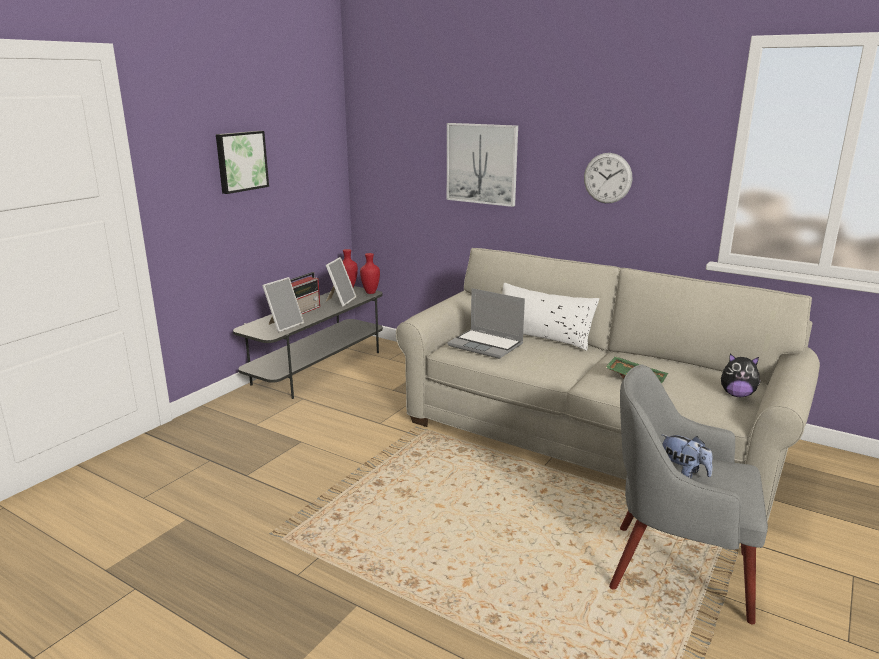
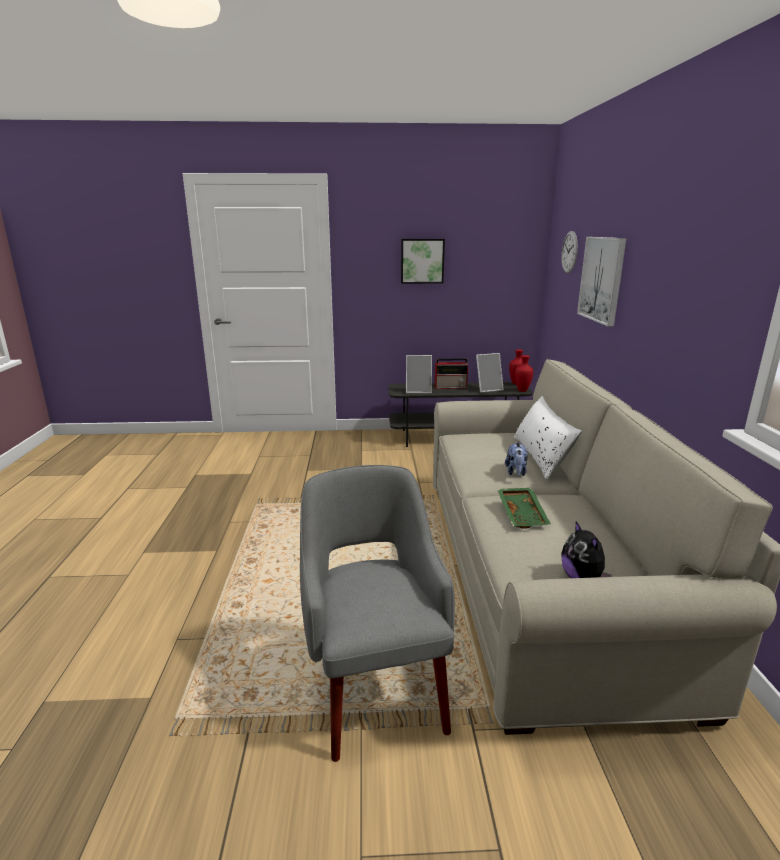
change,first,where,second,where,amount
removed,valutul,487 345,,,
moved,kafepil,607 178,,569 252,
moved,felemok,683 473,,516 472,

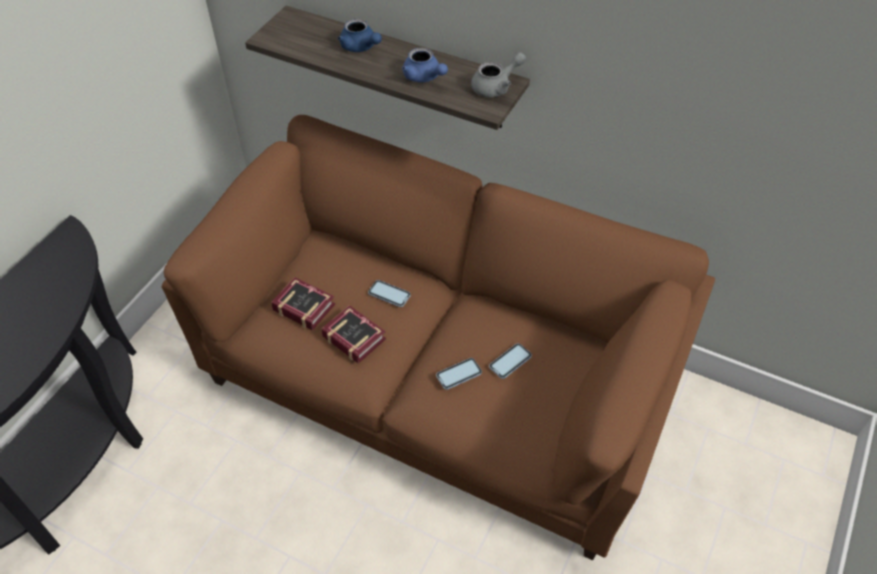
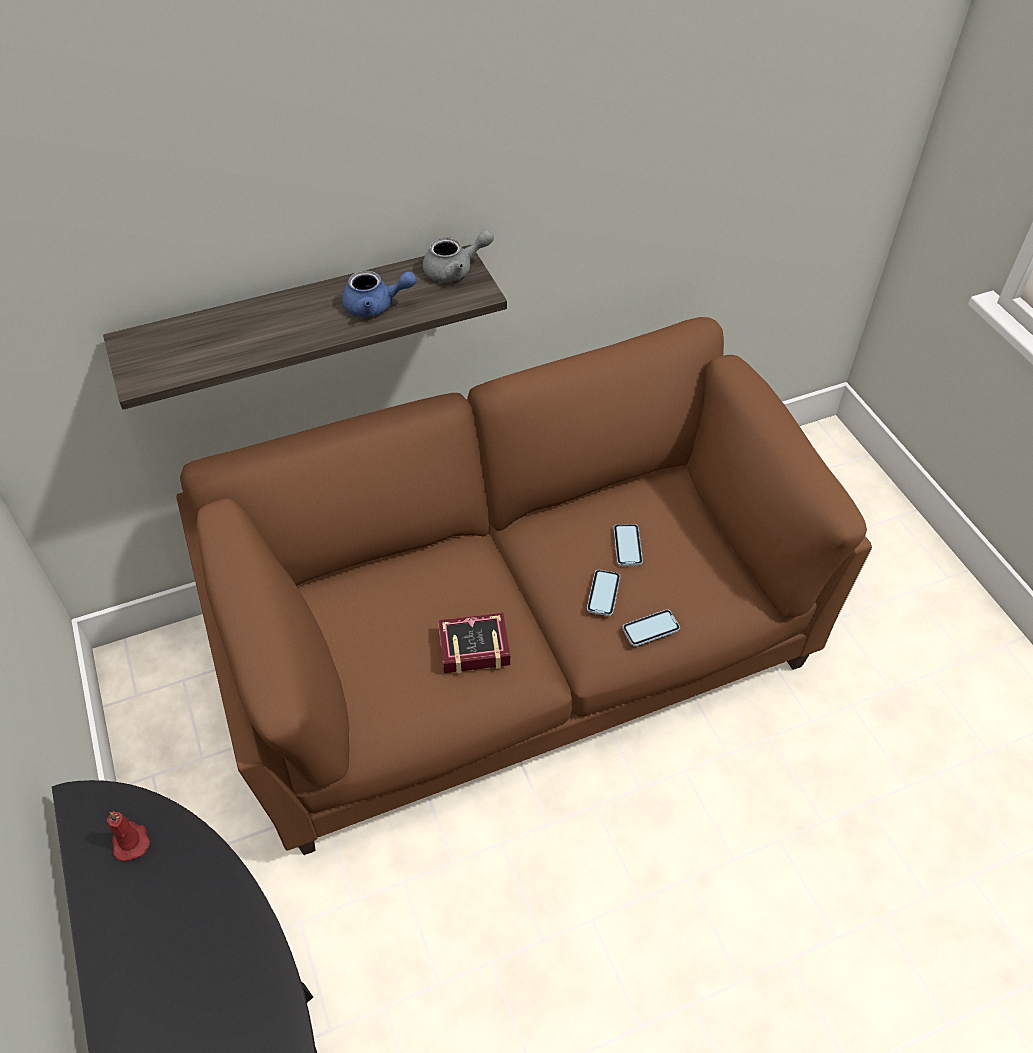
change,first,where,second,where,amount
removed,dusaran,303 305,,,
removed,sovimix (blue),360 47,,,
moved,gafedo,389 294,,651 629,
turned,sovimix (grey),496 87,,455 270,60 degrees clockwise
added,,,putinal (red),130 840,

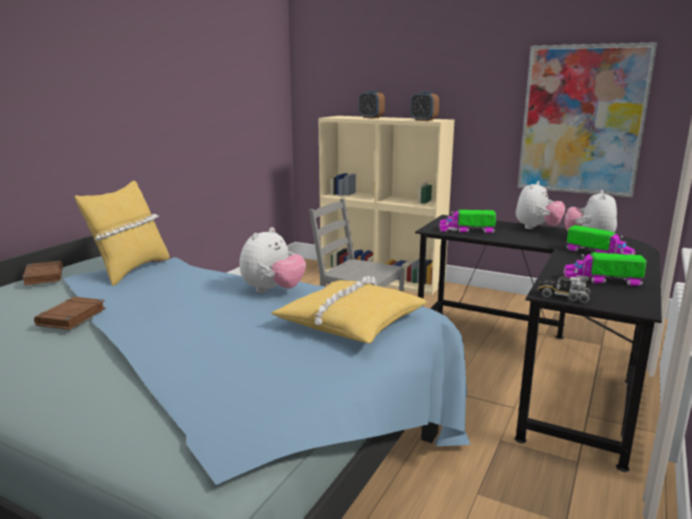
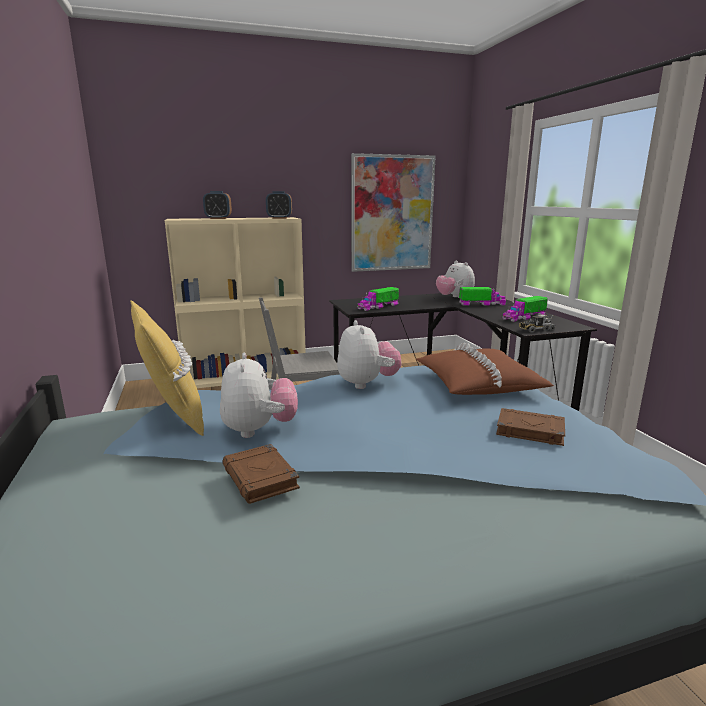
change,first,where,second,where,amount
moved,dusaran (brown),44 276,,529 431,
recoloured,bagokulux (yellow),350 322,bagokulux (brown),477 383,
moved,felemok,536 228,,259 430,

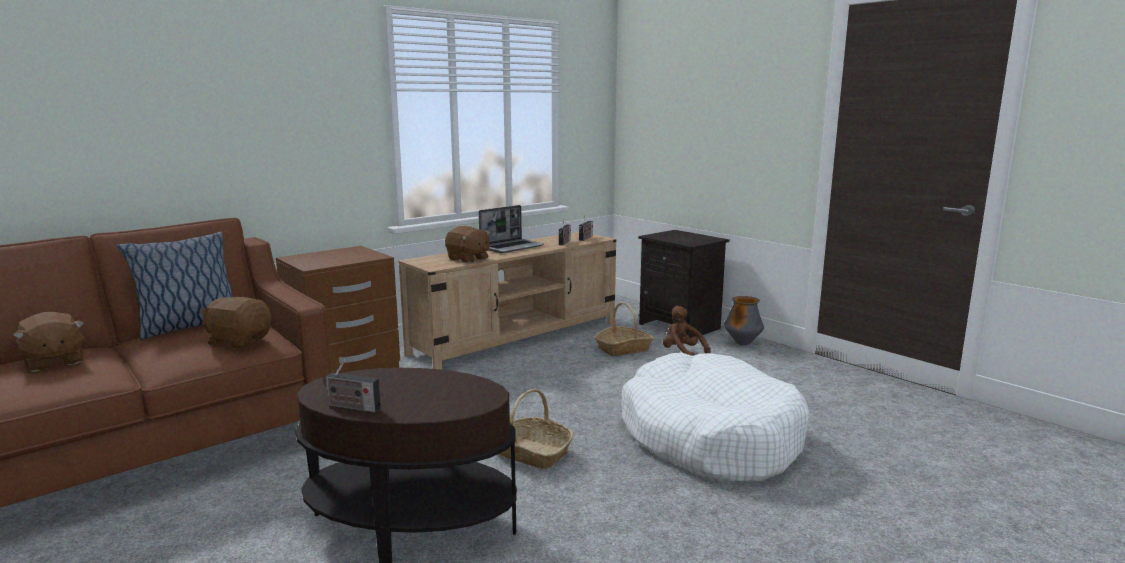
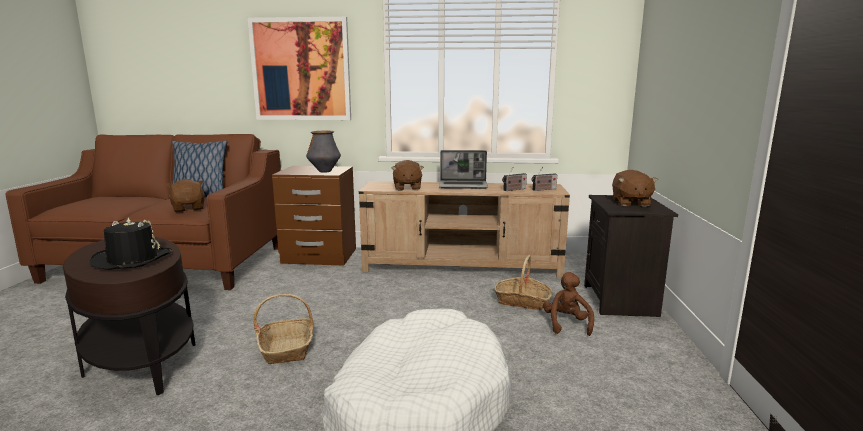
change,first,where,second,where,amount
moved,felemok (brown),53 362,,630 203,
removed,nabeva,351 407,,,
moved,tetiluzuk,742 343,,324 171,
added,,,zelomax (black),132 260,
added,,,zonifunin,301 69,

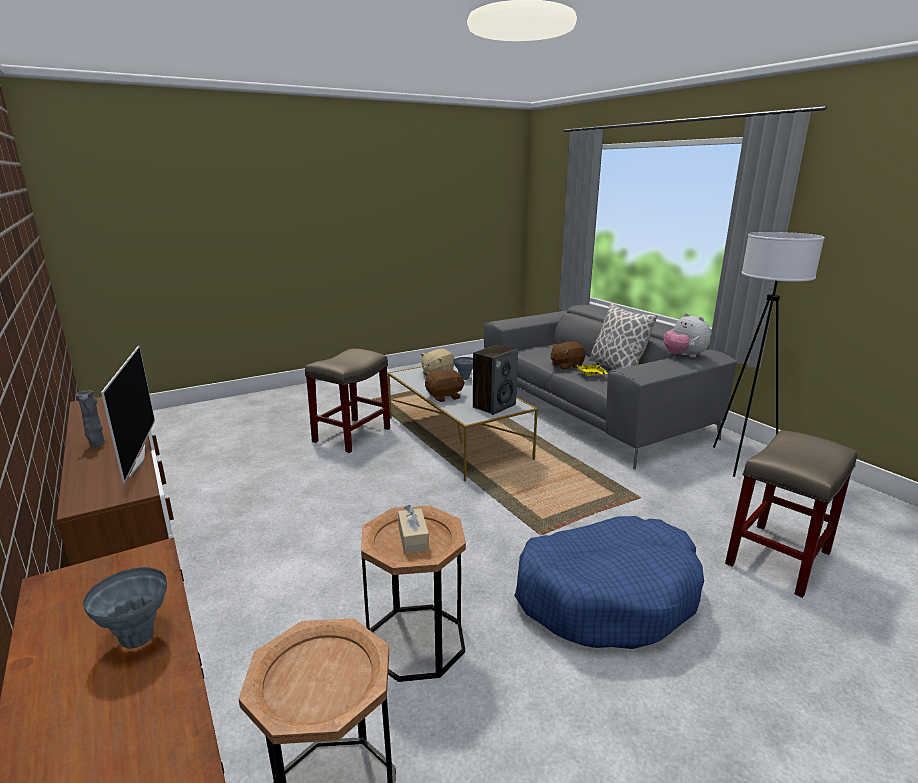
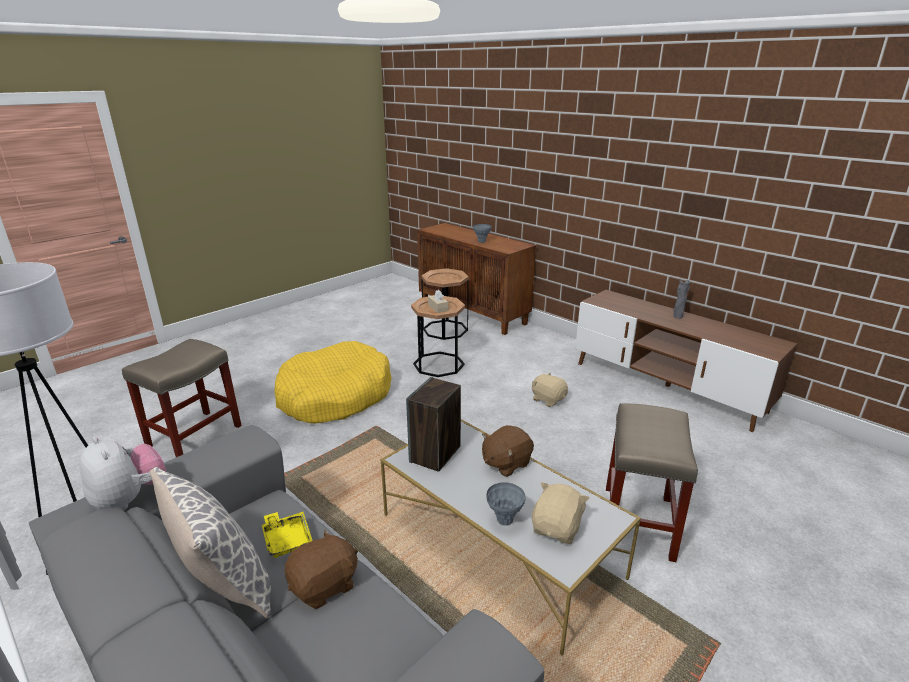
change,first,where,second,where,amount
removed,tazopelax,136 460,,,
recoloured,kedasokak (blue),607 595,kedasokak (yellow),335 396,
added,,,felemok (beige),548 399,

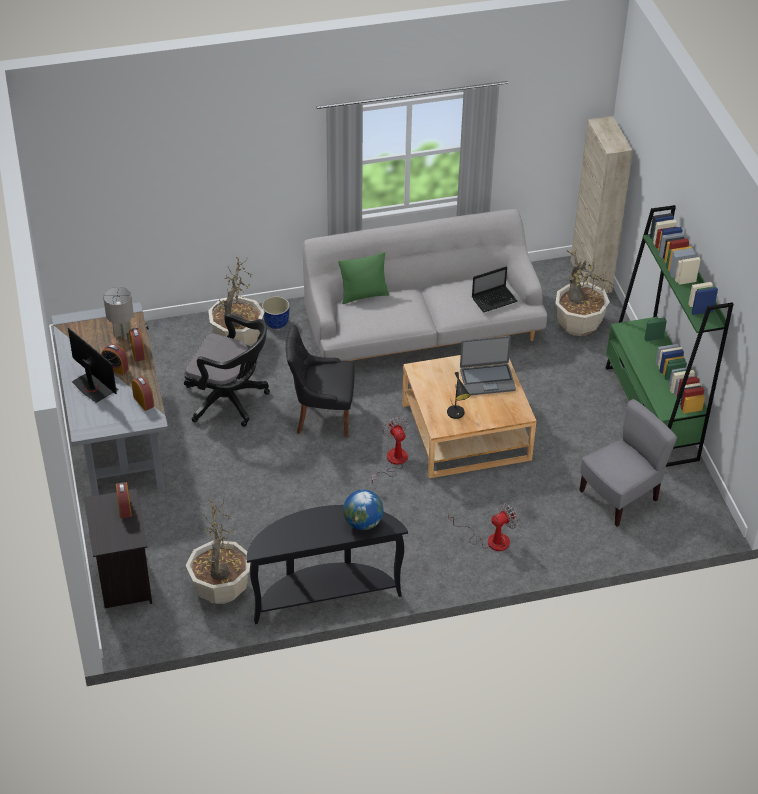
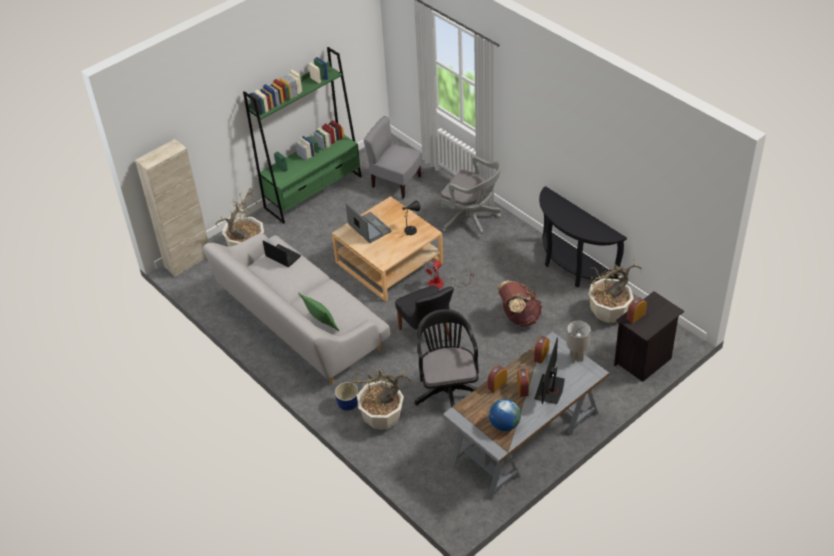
change,first,where,second,where,amount
moved,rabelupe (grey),122 333,,576 358,
moved,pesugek,363 523,,504 424,
replaced,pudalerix,490 540,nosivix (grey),471 219,
added,,,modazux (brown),519 317,

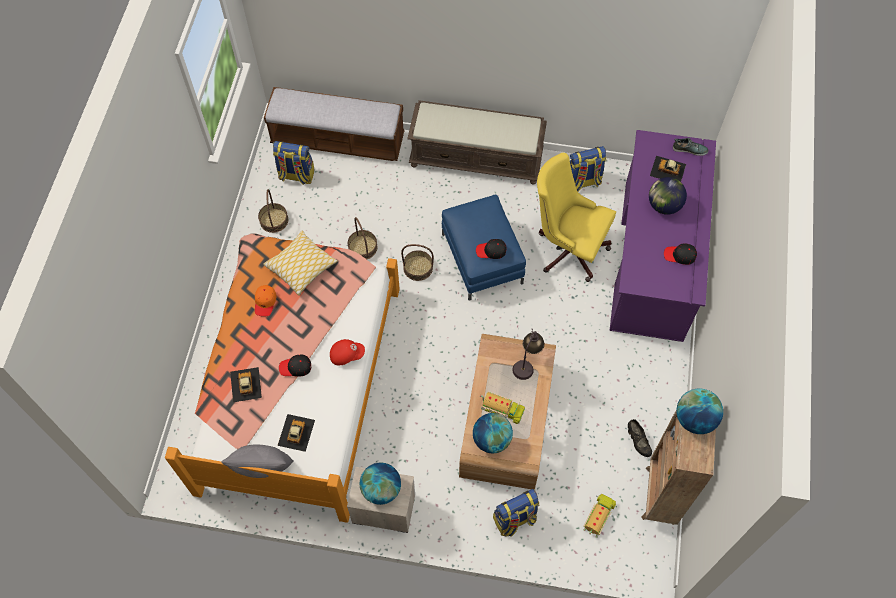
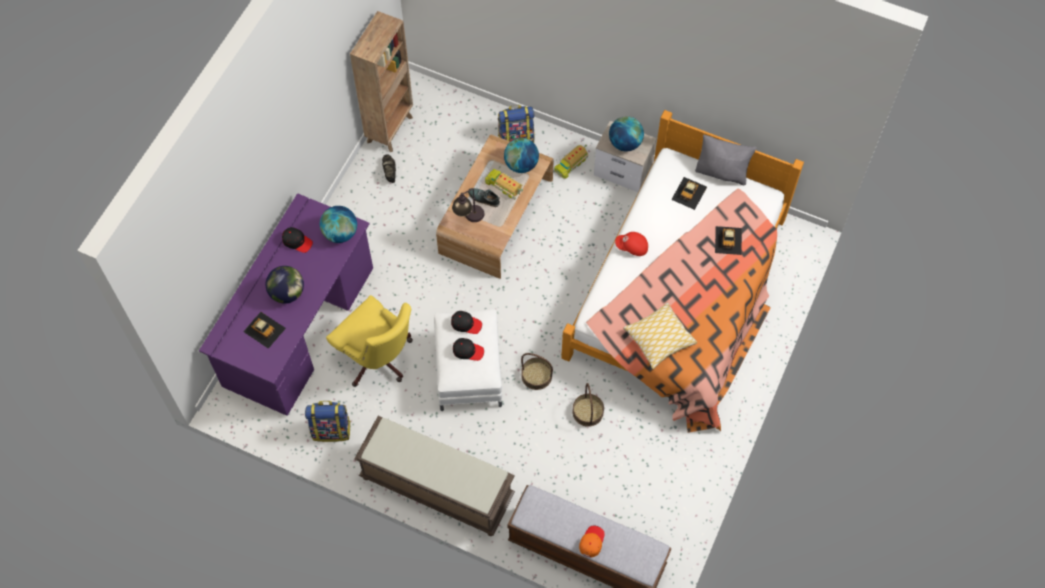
change,first,where,second,where,amount
moved,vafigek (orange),265 302,,591 542,
removed,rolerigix,274 220,,,
removed,modazux,296 175,,,
moved,vafigek (black),295 367,,468 351,
recoloured,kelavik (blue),482 258,kelavik (white),468 370,
moved,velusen,599 517,,571 164,
moved,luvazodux,689 149,,483 198,
moved,pesugek,694 419,,340 233,

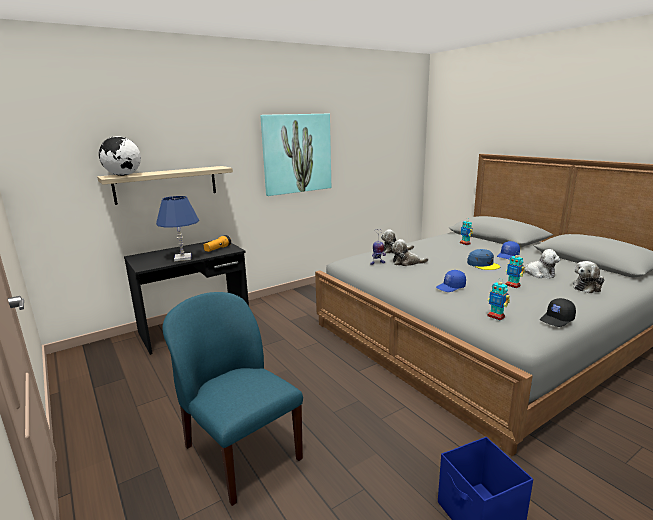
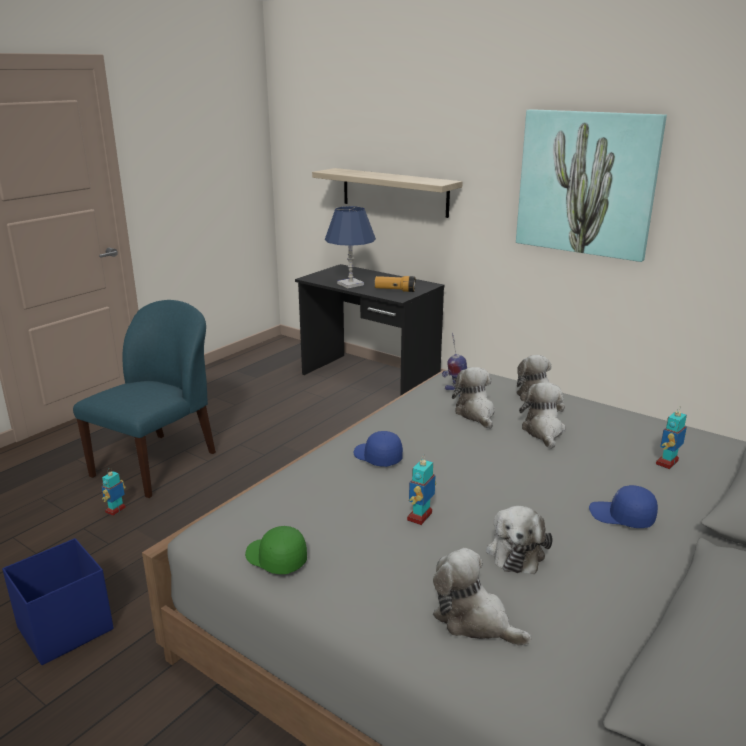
change,first,where,second,where,amount
removed,pesugek,123 175,,,
removed,vafigek (blue),483 264,,,
moved,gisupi,496 316,,116 510,
recoloured,vafigek (black),557 320,vafigek (green),275 559,
added,,,felemok,543 431,

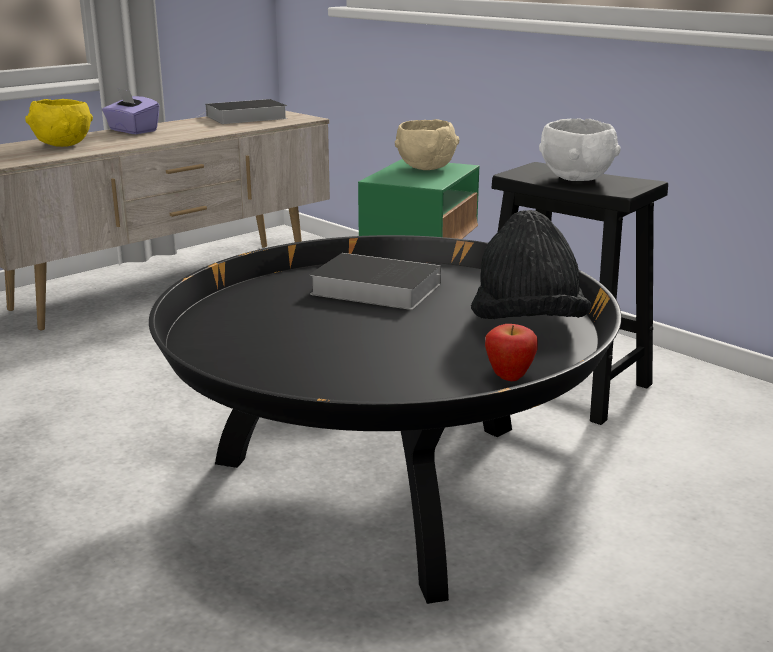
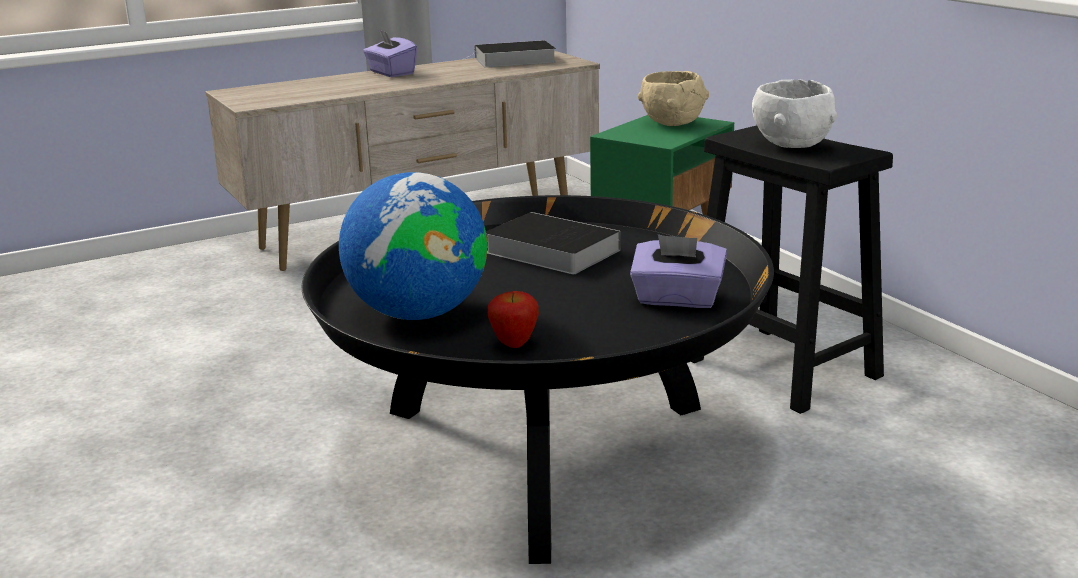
change,first,where,second,where,amount
removed,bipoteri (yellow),63 145,,,
replaced,zelomax (black),526 326,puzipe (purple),677 299,
moved,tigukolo,509 378,,514 344,
added,,,pesugek,417 314,

